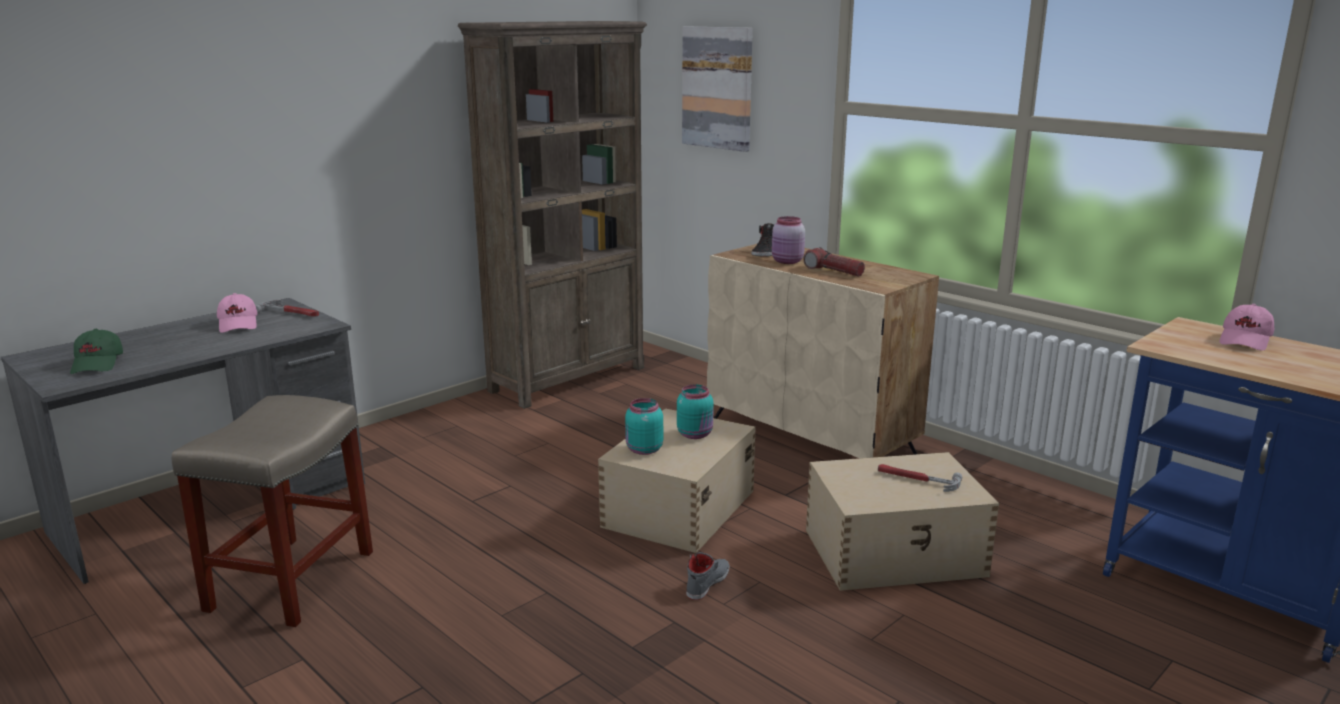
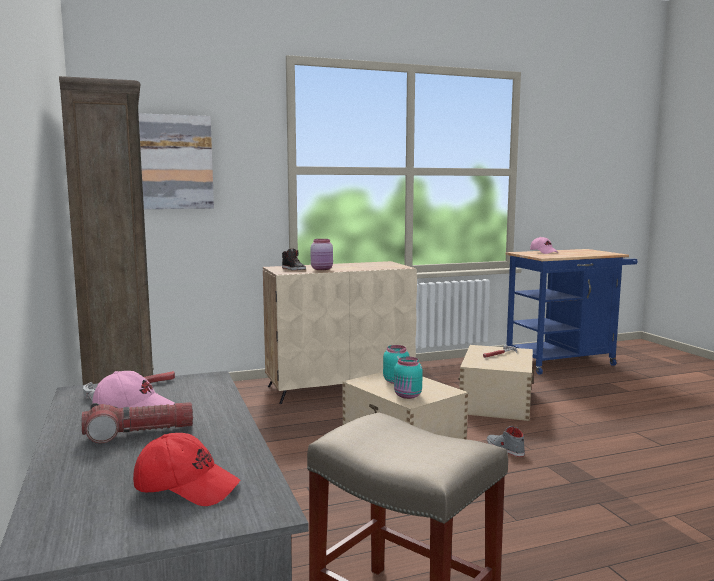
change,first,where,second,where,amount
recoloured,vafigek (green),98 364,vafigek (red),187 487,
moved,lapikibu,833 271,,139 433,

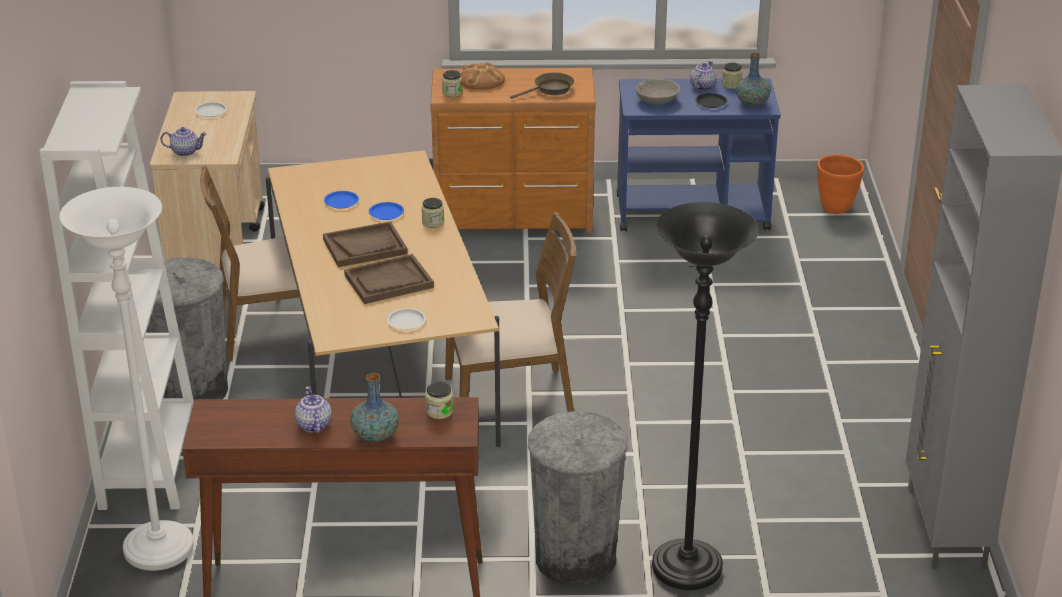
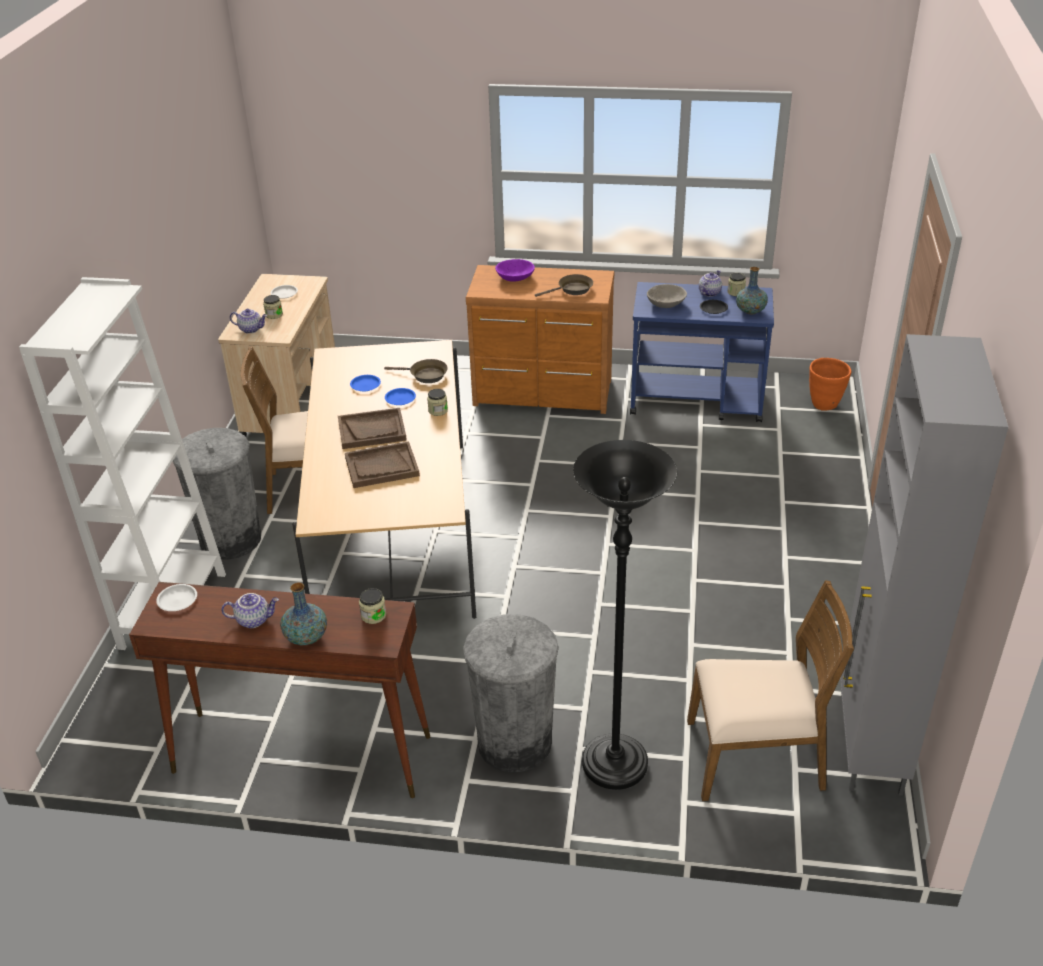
change,first,where,second,where,amount
removed,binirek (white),158 549,,,
turned,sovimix,313 425,,253 619,90 degrees clockwise
moved,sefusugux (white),406 322,,178 600,
moved,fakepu,452 93,,274 315,
moved,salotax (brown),510 397,,756 756,
replaced,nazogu,481 80,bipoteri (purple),515 277,
added,,,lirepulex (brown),425 375,

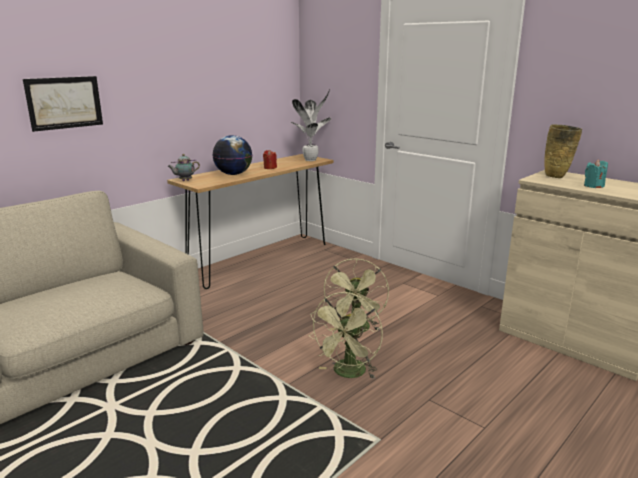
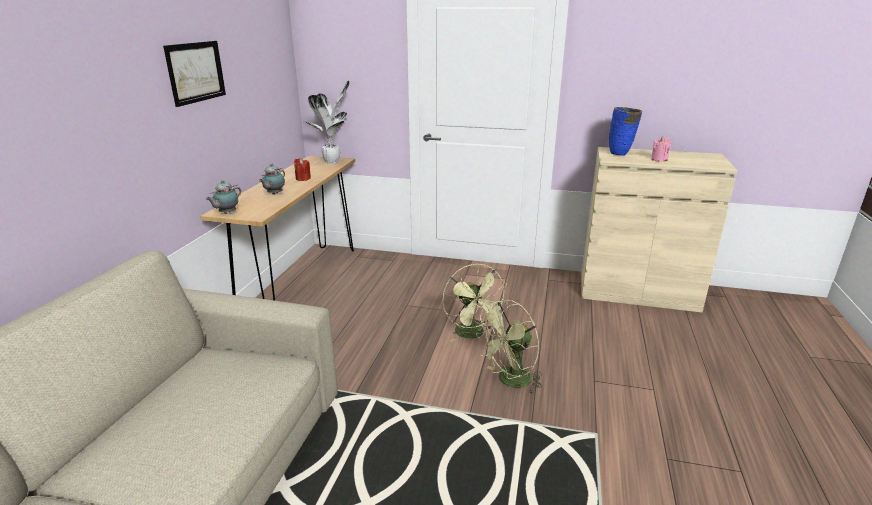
change,first,where,second,where,amount
moved,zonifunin,64 103,,196 72,
replaced,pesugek,233 174,sovimix,274 194,
turned,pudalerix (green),347 374,,510 381,60 degrees clockwise
recoloured,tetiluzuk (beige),557 177,tetiluzuk (blue),620 154,
recoloured,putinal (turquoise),593 186,putinal (pink),659 159,

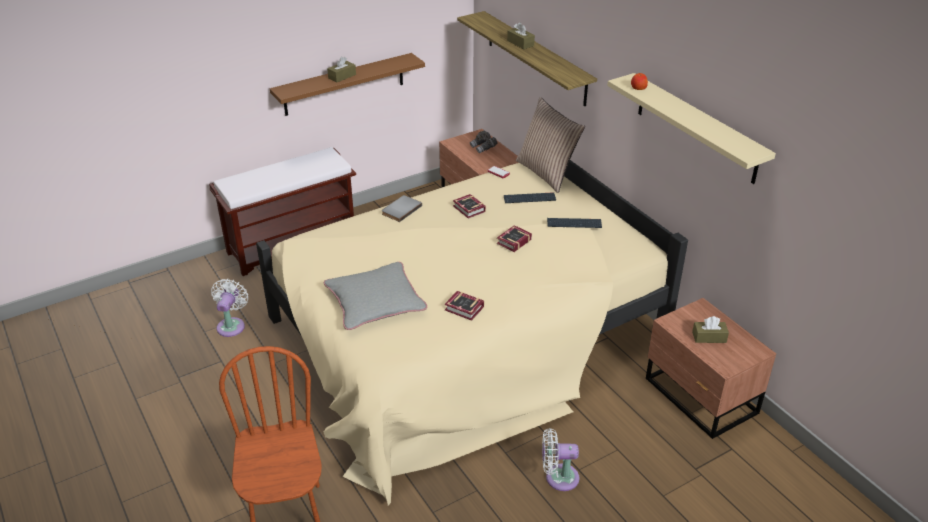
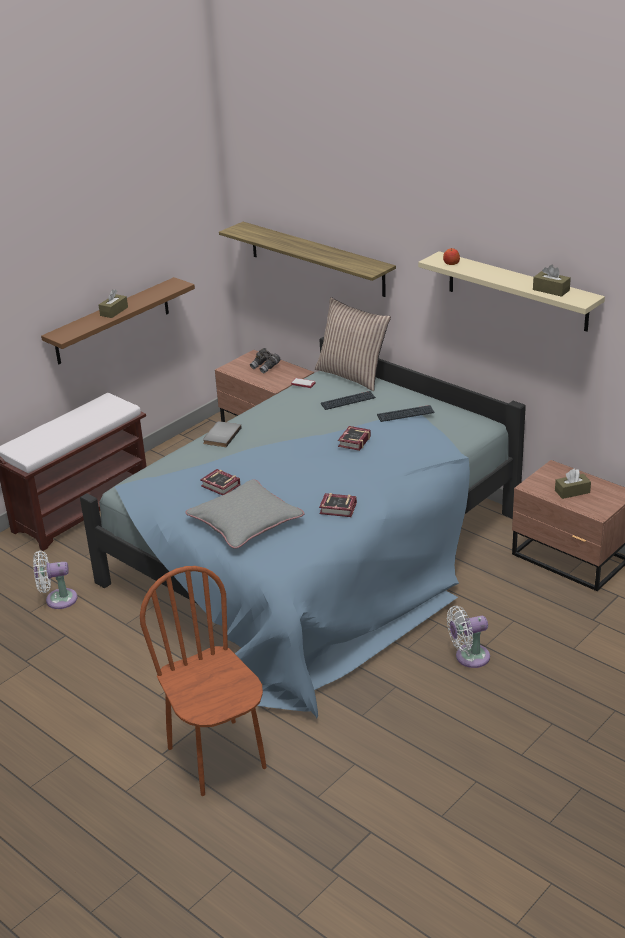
change,first,where,second,where,amount
turned,pudalerix (white),232 325,,57 599,90 degrees counterclockwise
recoloured,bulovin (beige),464 338,bulovin (blue),315 557,
moved,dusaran,469 210,,221 486,
moved,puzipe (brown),520 43,,551 290,

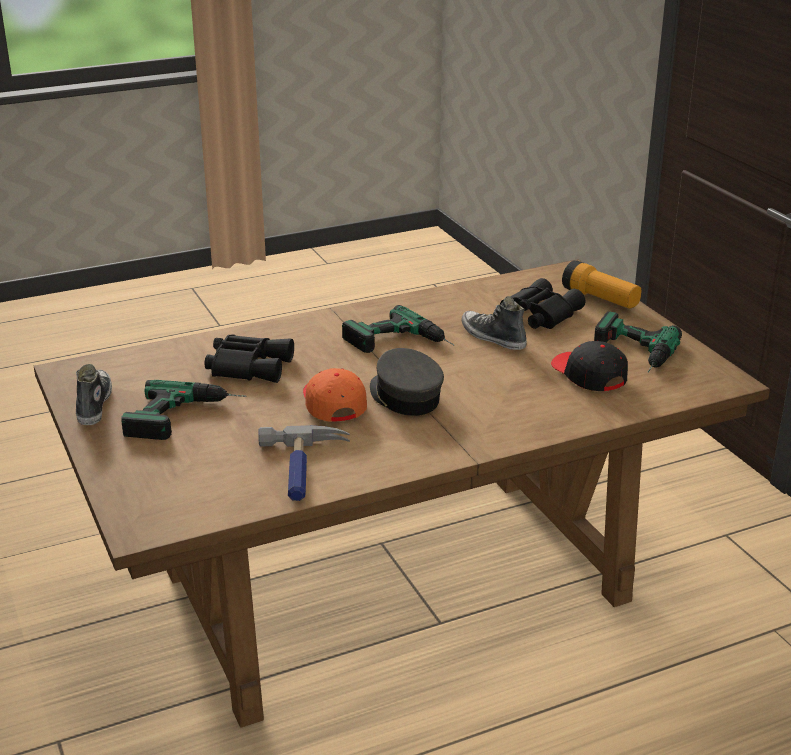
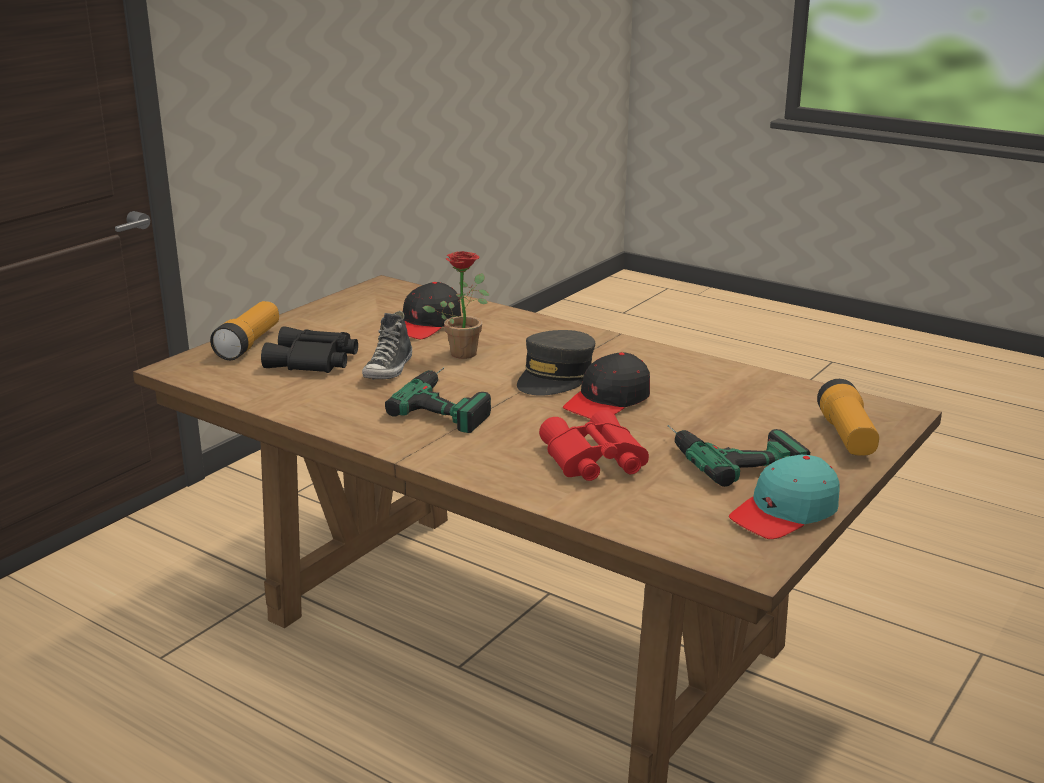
change,first,where,second,where,amount
replaced,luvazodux,93 404,vafigek (turquoise),785 513,
recoloured,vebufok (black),248 366,vebufok (red),592 460,
removed,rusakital,303 470,,,
recoloured,vafigek (orange),333 403,vafigek (black),608 401,
removed,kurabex,630 353,,,
added,,,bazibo,464 351,
added,,,lapikibu,846 436,

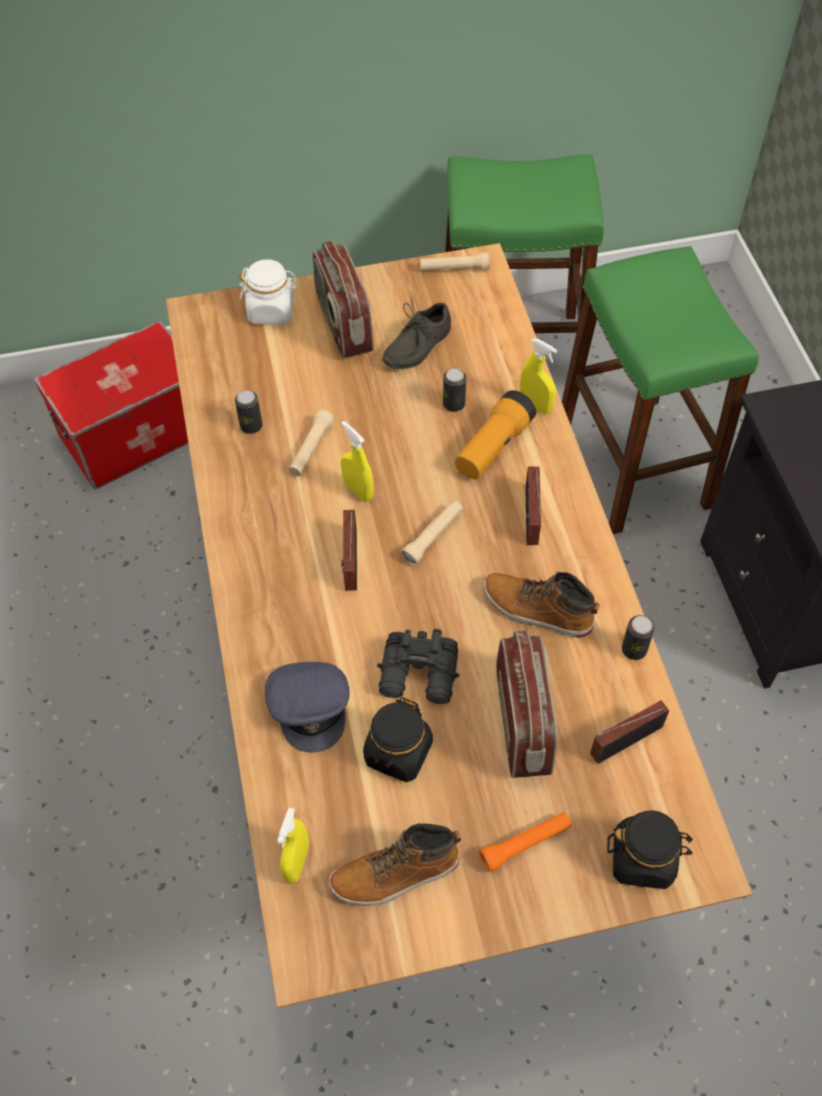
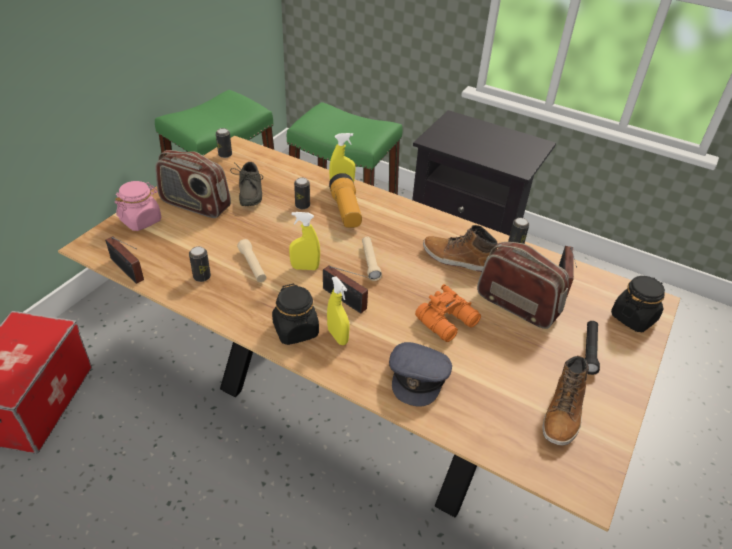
change,first,where,second,where,amount
recoloured,fakepu (white),272 310,fakepu (pink),141 220,
turned,vafigek (grey),310 706,,418 376,75 degrees clockwise
moved,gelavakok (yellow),297 862,,337 336,
moved,fakepu (black),398 753,,296 330,
recoloured,vebufok (black),420 675,vebufok (orange),448 322,
replaced,lapikibu (beige),454 269,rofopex,225 155,
recoloured,lapikibu (orange),525 844,lapikibu (black),589 351,
turned,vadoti,537 610,,458 259,45 degrees clockwise
moved,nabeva,530 519,,128 271,

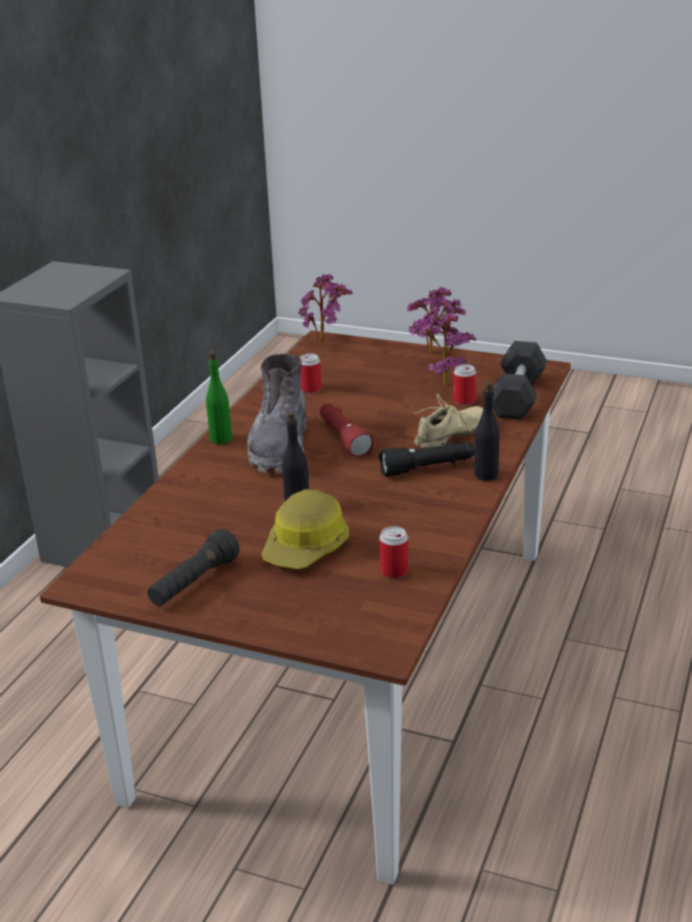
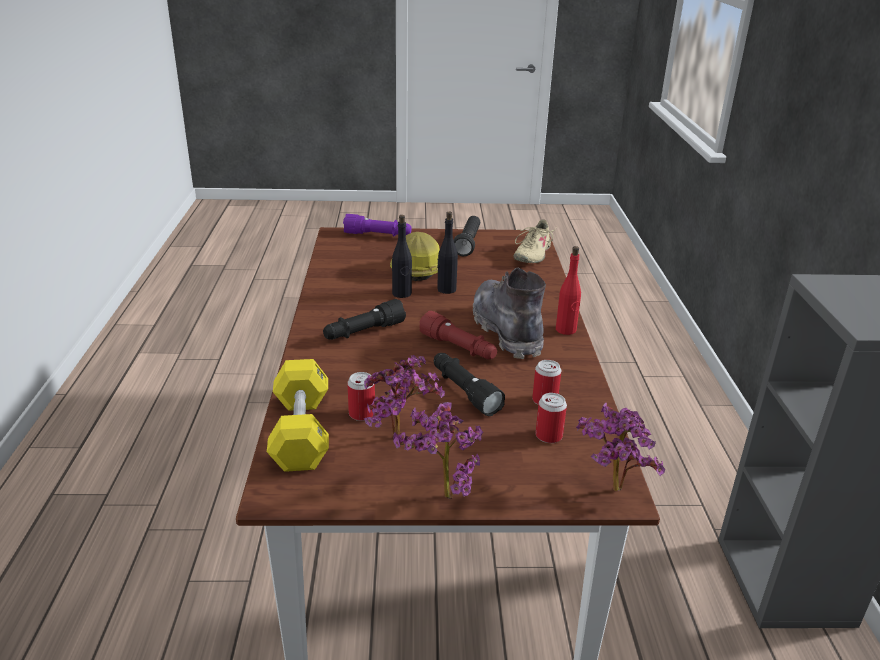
change,first,where,second,where,amount
recoloured,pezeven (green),221 439,pezeven (red),566 330,
moved,rofopex,394 571,,548 436,
moved,luvazodux (beige),451 436,,532 254,
moved,pezeven (black),486 474,,402 294,
recoloured,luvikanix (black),517 396,luvikanix (yellow),301 432,
added,,,lapikibu (purple),378 235,
added,,,lapikibu (black),464 391,

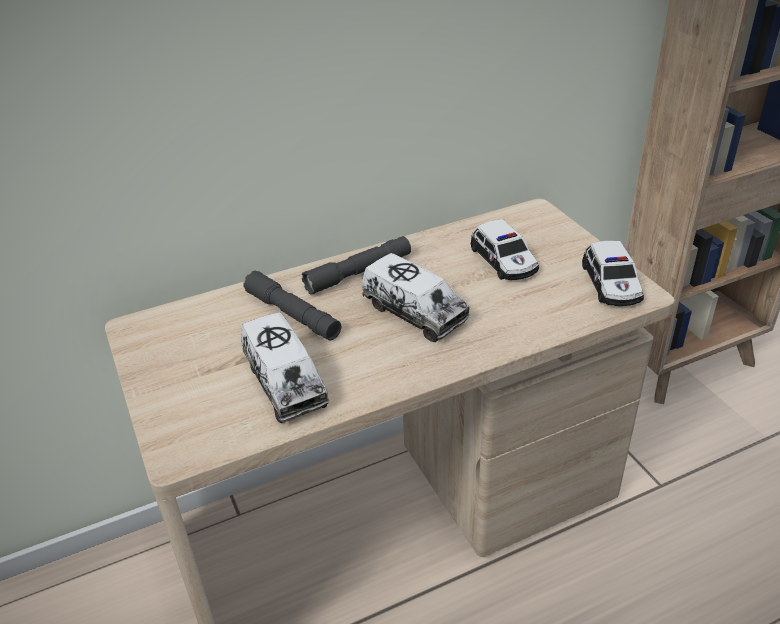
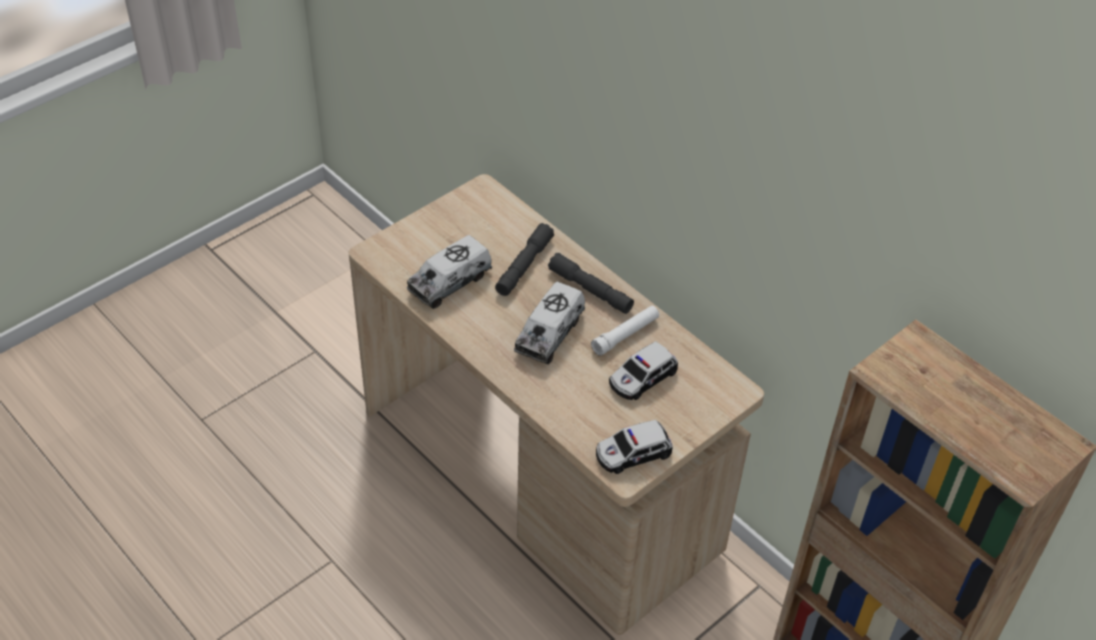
change,first,where,second,where,amount
added,,,lapikibu (white),625 335,

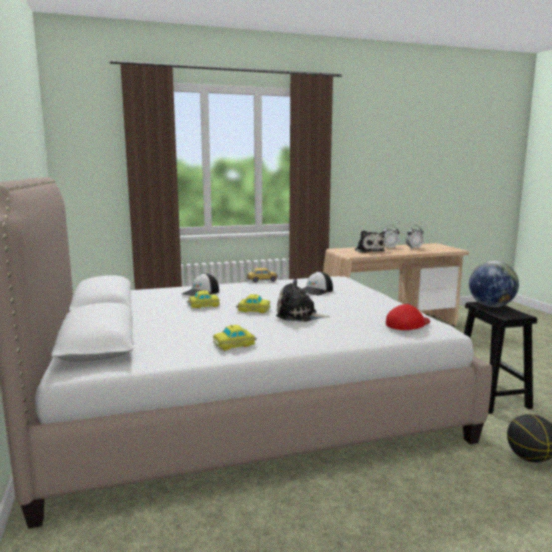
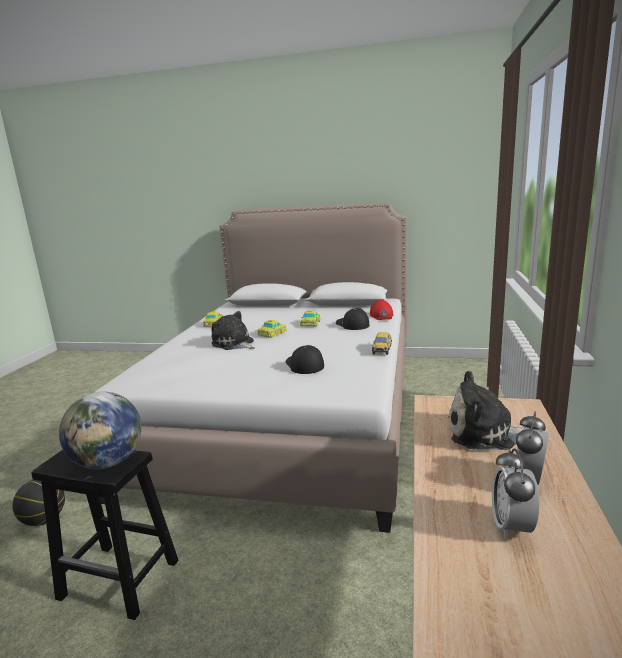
change,first,where,second,where,amount
turned,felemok,299 316,,234 344,90 degrees counterclockwise
moved,vafigek (red),408 324,,382 315,

